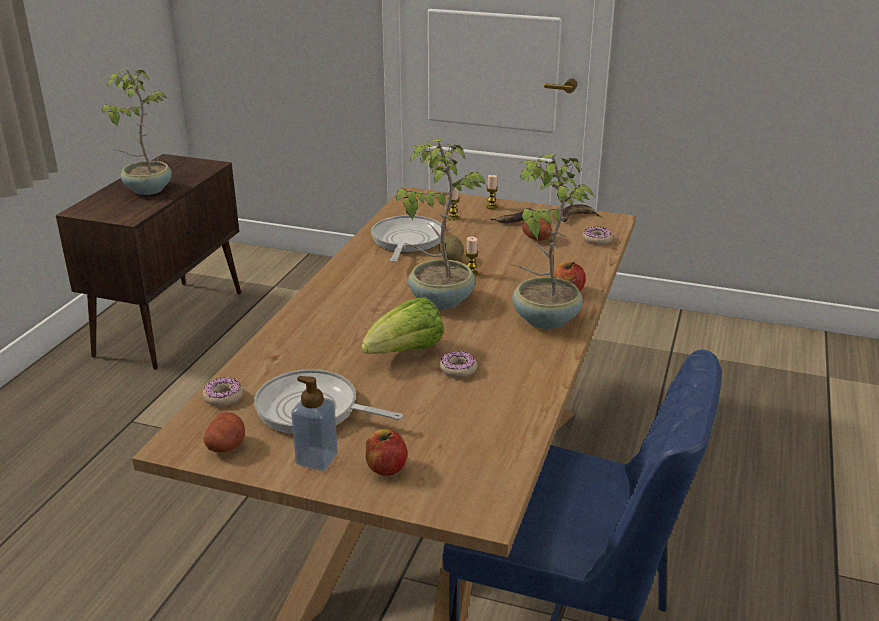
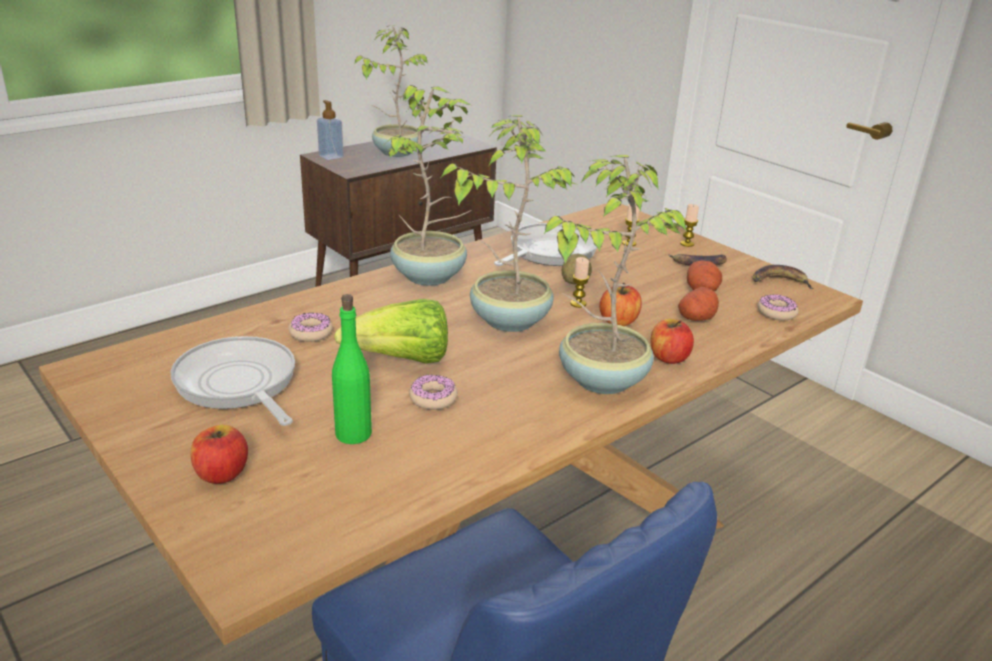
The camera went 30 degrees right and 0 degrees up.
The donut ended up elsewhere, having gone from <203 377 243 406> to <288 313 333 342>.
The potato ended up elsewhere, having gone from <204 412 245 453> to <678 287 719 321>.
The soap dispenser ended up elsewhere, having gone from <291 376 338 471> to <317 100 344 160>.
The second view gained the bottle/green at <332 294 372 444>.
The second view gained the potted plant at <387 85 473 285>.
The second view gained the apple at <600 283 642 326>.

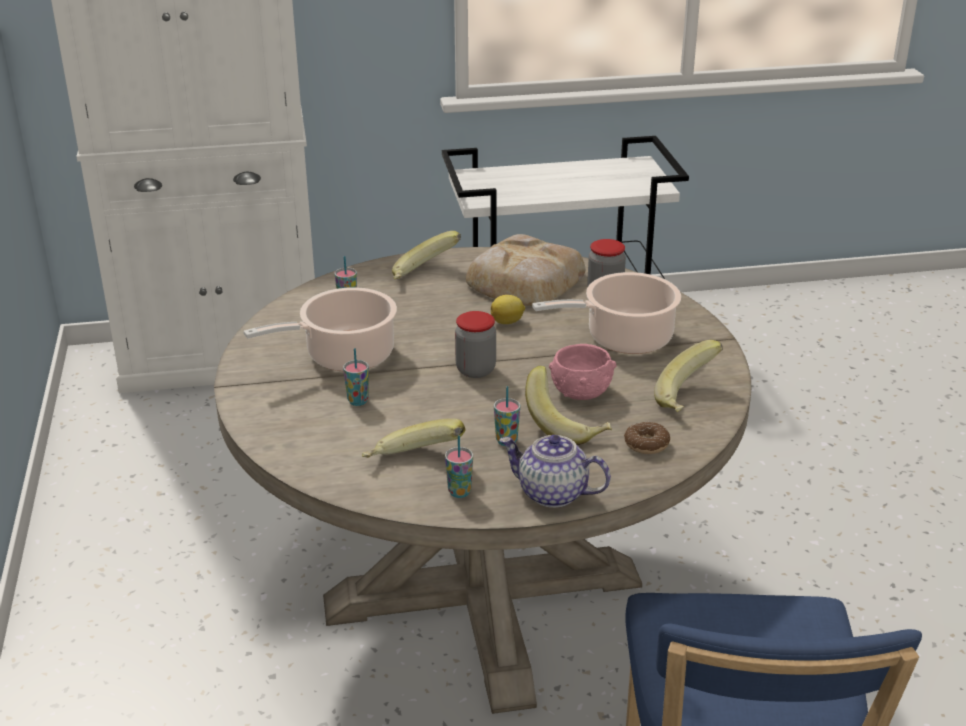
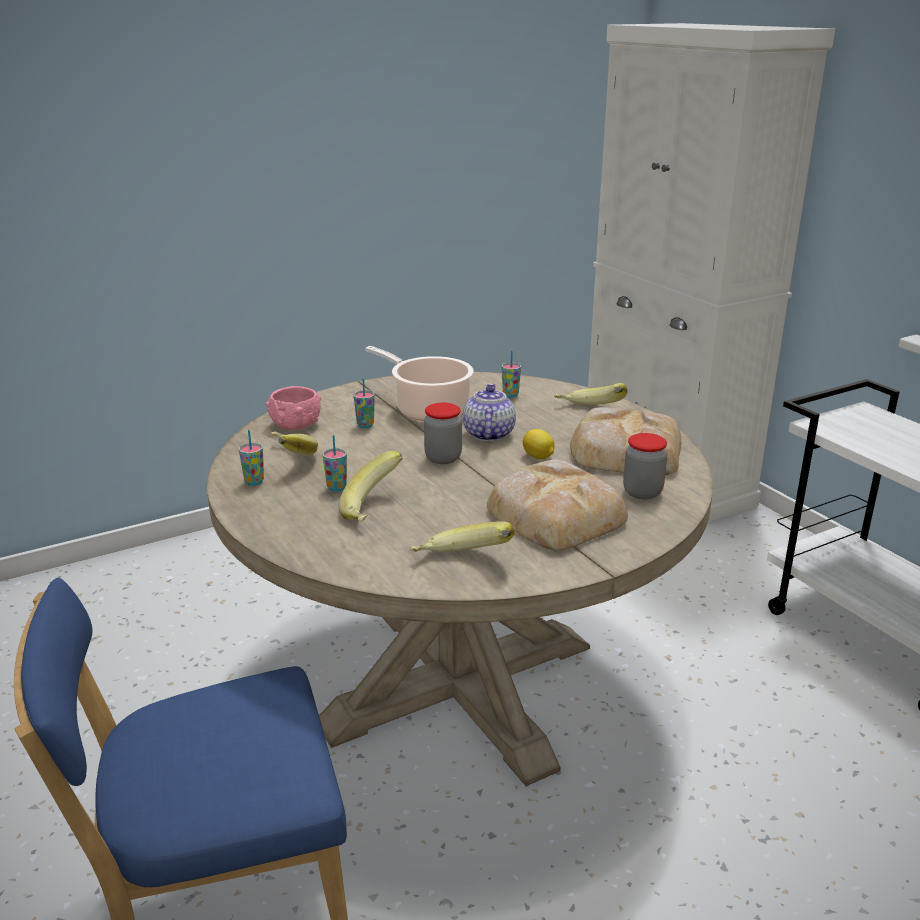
The camera went 70 degrees right and 5 degrees down.
The teapot ended up elsewhere, having gone from <500 435 611 508> to <463 383 516 442>.
Where the cooking pot stood at <532 272 681 354>, the bread came to stand at <487 459 628 551>.
The bowl/pink ended up elsewhere, having gone from <549 344 616 400> to <265 386 321 430>.
The second view lost the donut at <624 422 670 454>.

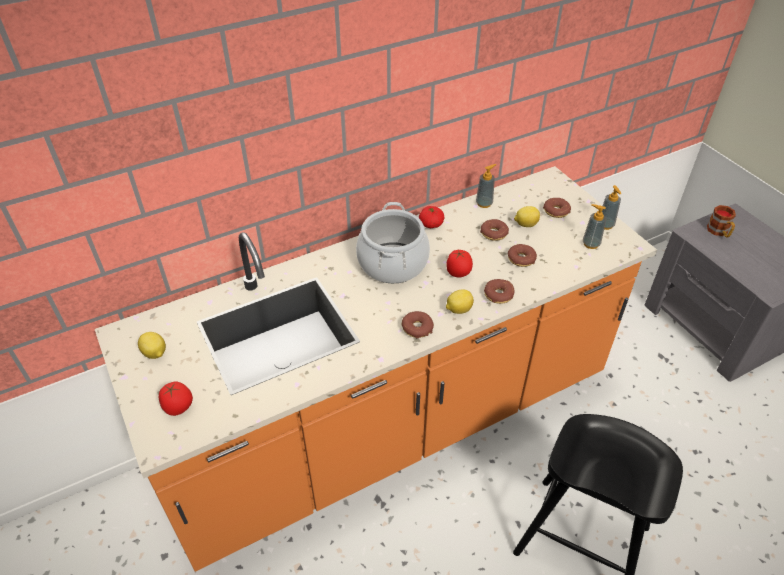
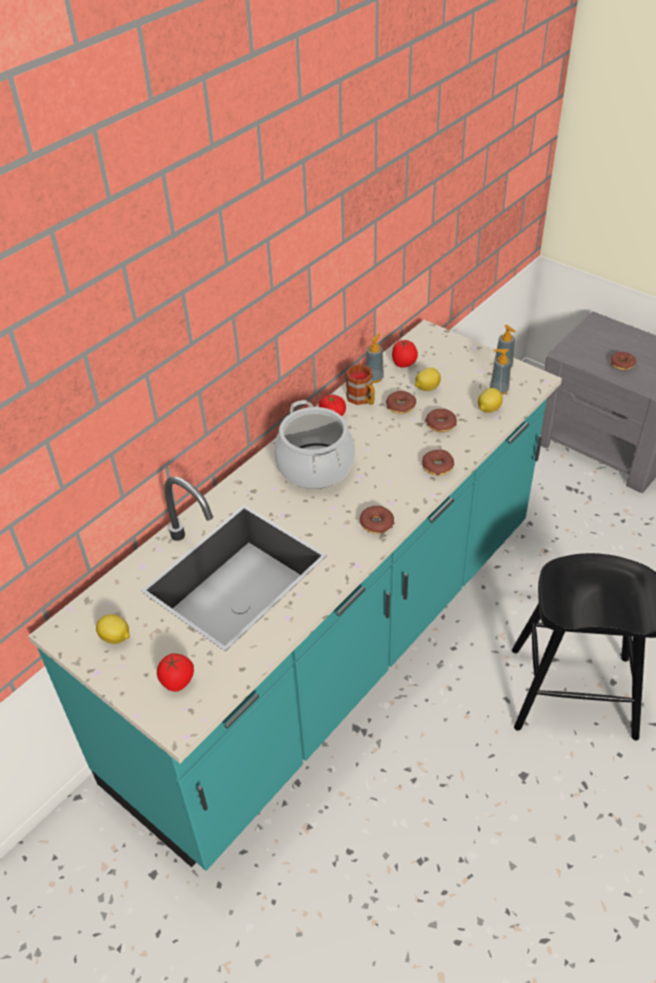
The camera went 20 degrees left and 0 degrees up.
What was the counter/orange at <95 166 657 572> turned into the counter/turquoise at <28 320 562 871>.
The tomato ended up elsewhere, having gone from <446 250 473 277> to <392 340 418 368>.
The lemon ended up elsewhere, having gone from <446 289 474 314> to <478 388 503 413>.
The donut ended up elsewhere, having gone from <543 198 571 218> to <610 352 636 370>.
The mug ended up elsewhere, having gone from <707 205 736 238> to <346 365 375 405>.

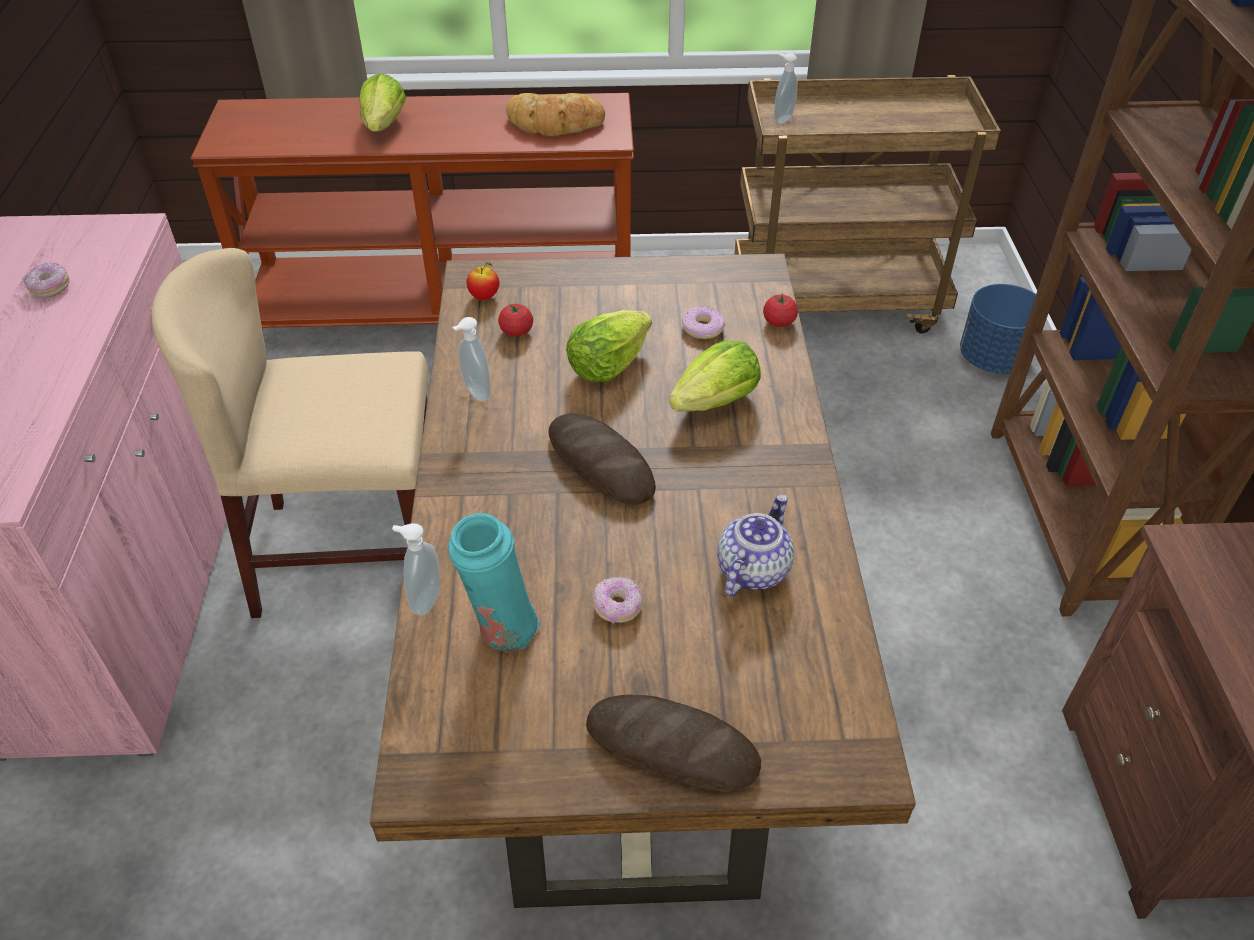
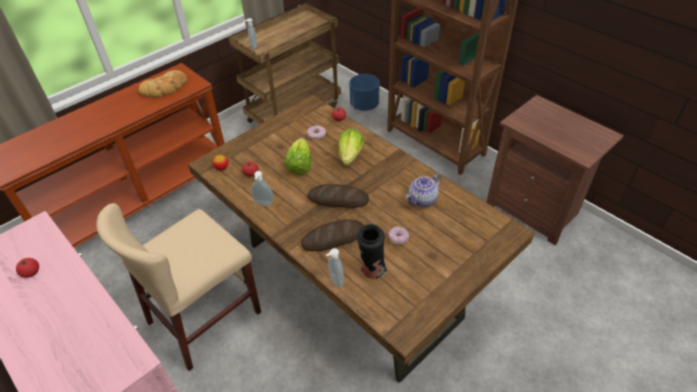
The camera went 40 degrees left and 0 degrees up.
Where the donut stood at <24 262 69 298>, the tomato came to stand at <16 258 39 278>.
The second view lost the lettuce at <359 73 406 132>.
What was the vase/turquoise at <448 513 541 652> turned into the vase/black at <357 224 387 279>.
The bread ended up elsewhere, having gone from <586 694 761 791> to <301 219 364 251>.
The teapot at <718 494 794 597> ended up facing another way, 120 degrees counterclockwise from before.

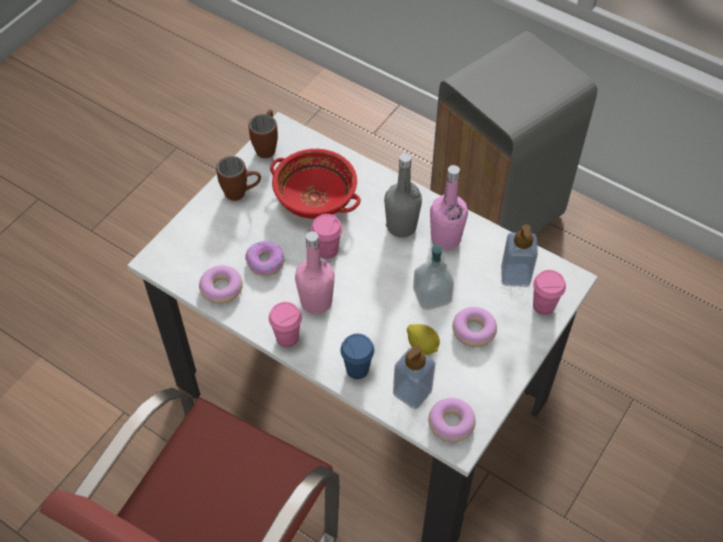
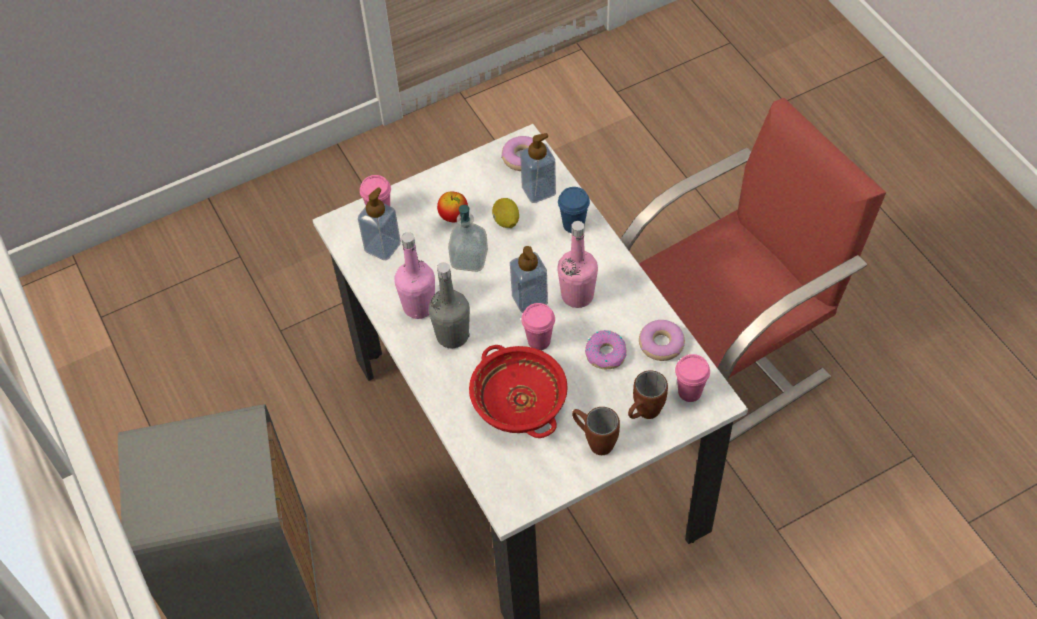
The camera went 150 degrees left and 0 degrees up.
The mug/brown ended up elsewhere, having gone from <249 110 278 158> to <628 370 668 419>.
The cup/pink ended up elsewhere, having gone from <269 302 302 347> to <675 354 710 402>.
Where the donut stood at <452 307 497 347>, the apple came to stand at <437 192 468 222>.
The second view gained the soap dispenser at <510 246 548 313>.

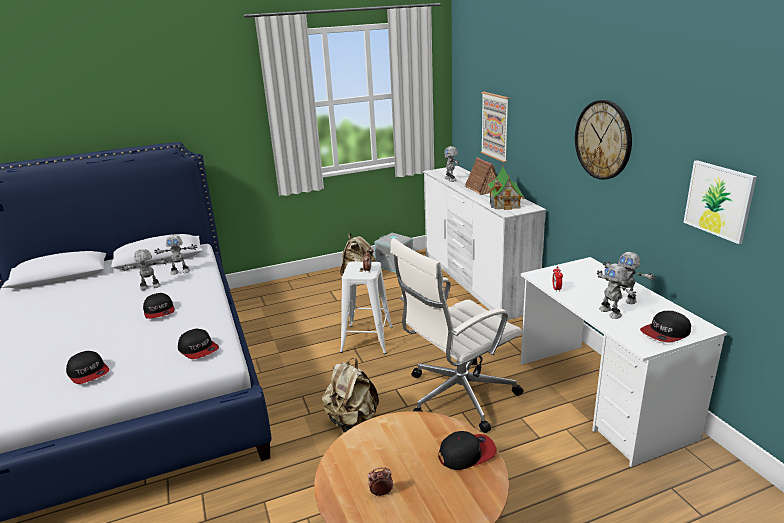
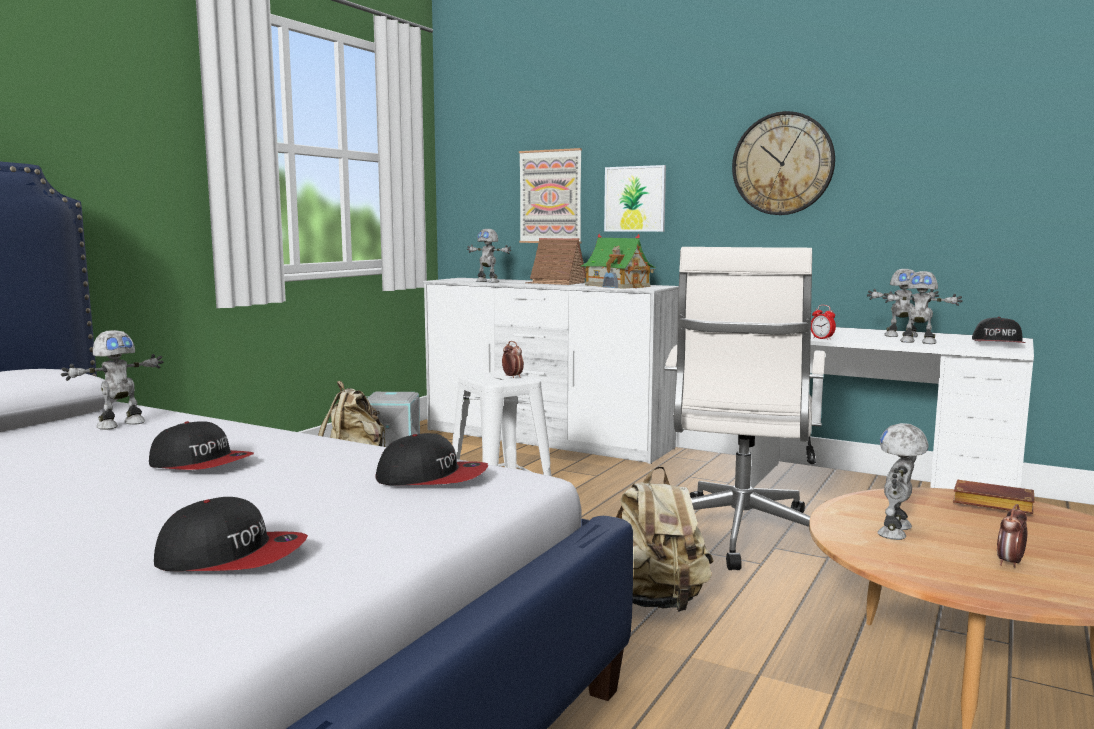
The camera went 40 degrees left and 15 degrees down.
The toy robot ended up elsewhere, having gone from <121 249 168 290> to <877 423 929 540>.
Where the cap stood at <438 431 497 470>, the book/brown came to stand at <953 480 1035 514>.
The picture ended up elsewhere, having gone from <683 160 757 244> to <604 165 666 232>.

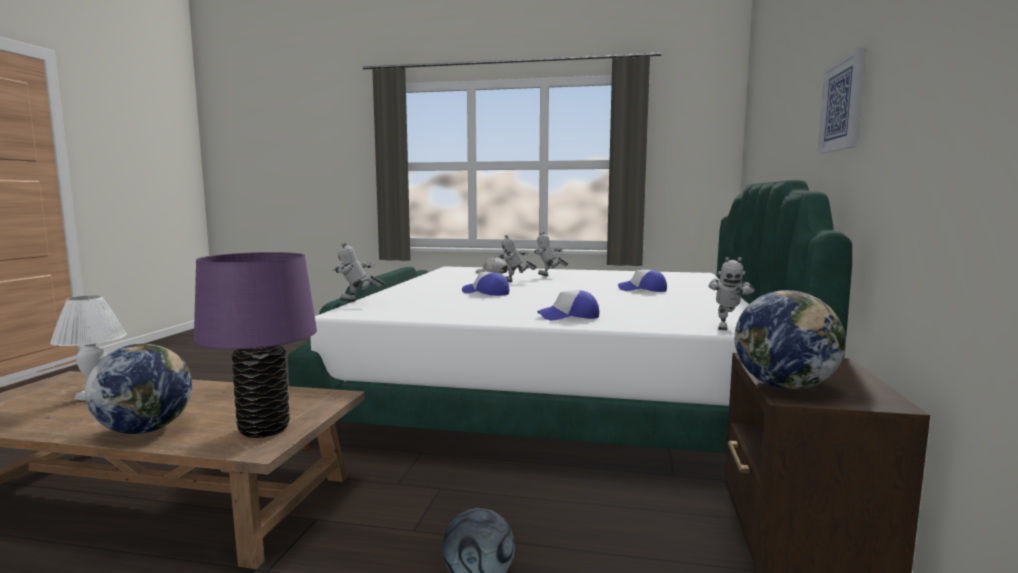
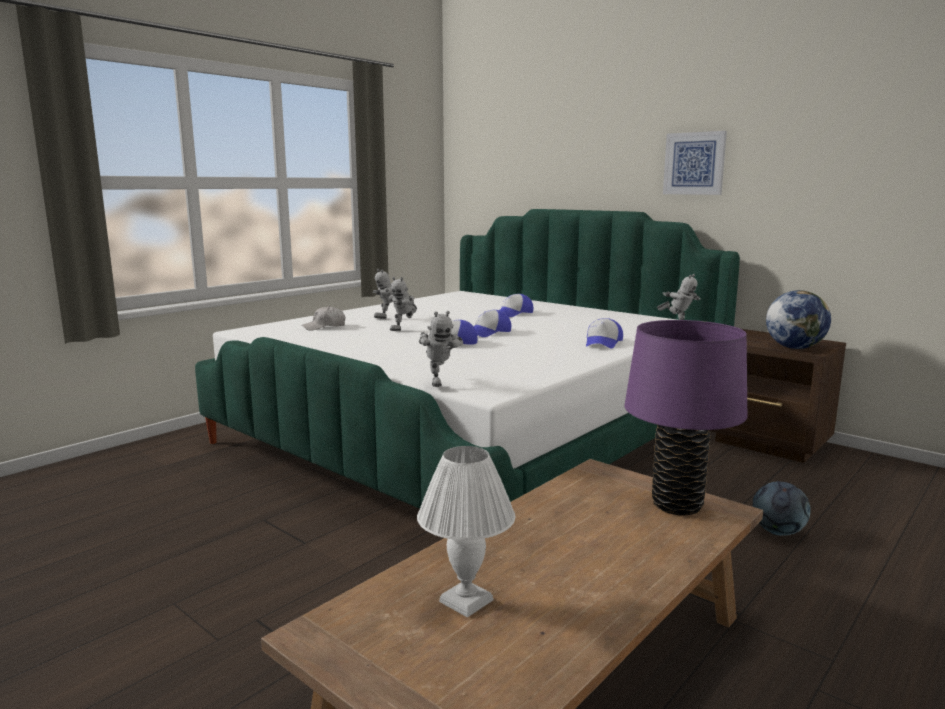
The camera went 60 degrees left and 5 degrees up.
The second view lost the globe at <85 344 192 434>.
The toy robot at <333 243 384 302> ended up facing another way, 45 degrees counterclockwise from before.
The second view gained the cap at <474 310 511 337>.

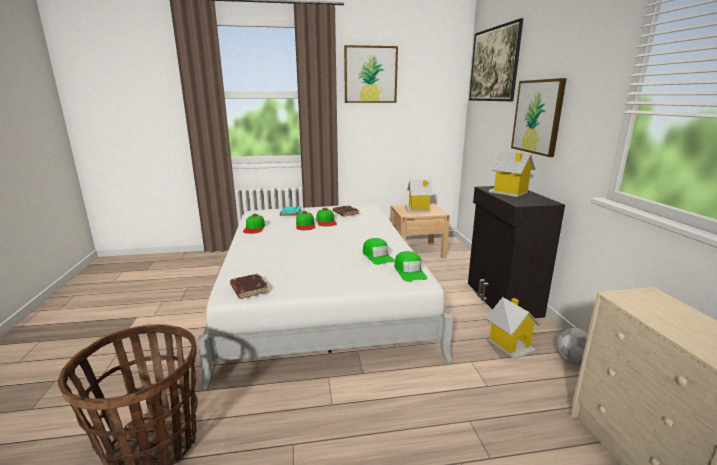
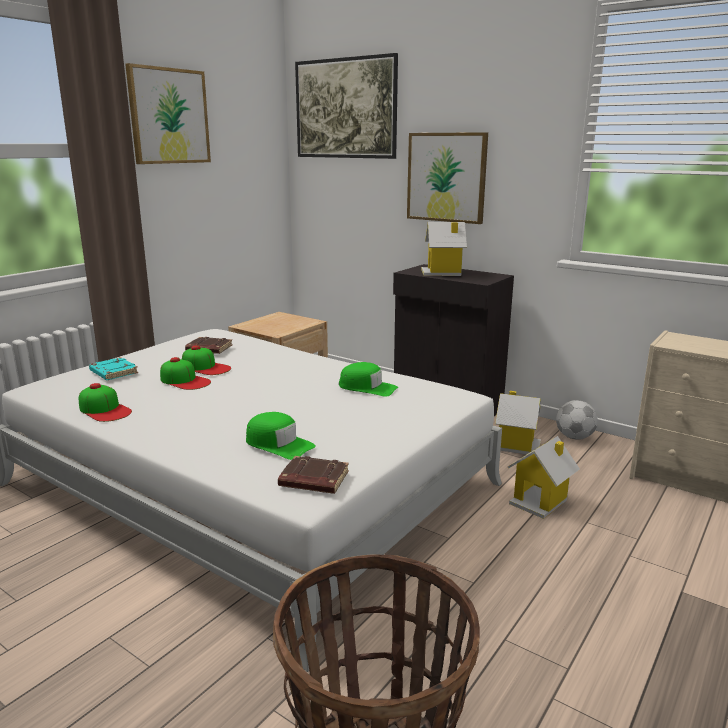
The camera went 45 degrees left and 0 degrees up.
The cap/green ended up elsewhere, having gone from <394 251 428 281> to <246 412 316 460>.
The toy house ended up elsewhere, having gone from <405 180 433 212> to <508 436 580 519>.

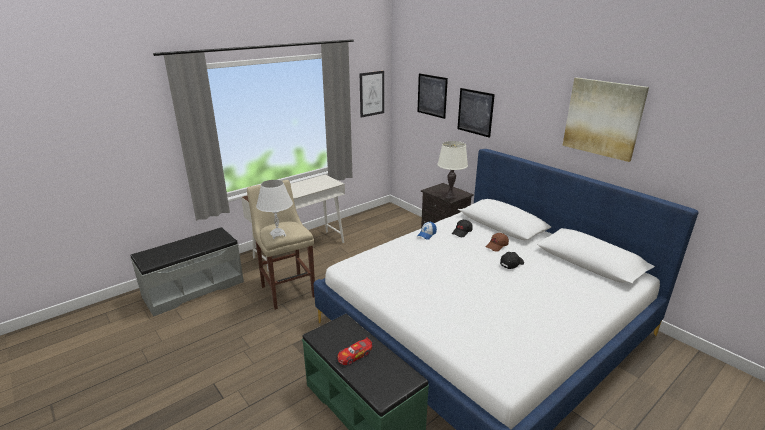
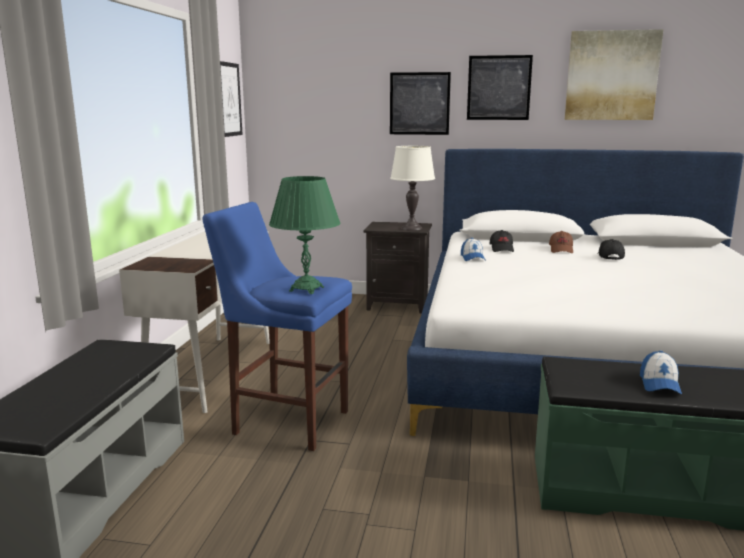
The camera went 40 degrees left and 10 degrees down.
What was the stool/beige at <247 180 315 310> turned into the stool/blue at <202 202 352 451>.
What was the table lamp/white at <256 180 293 239> turned into the table lamp/green at <269 176 341 294>.
Where the toy car stood at <338 337 372 365>, the cap came to stand at <640 351 682 394>.
The picture ended up elsewhere, having gone from <417 73 448 119> to <467 55 533 120>.

